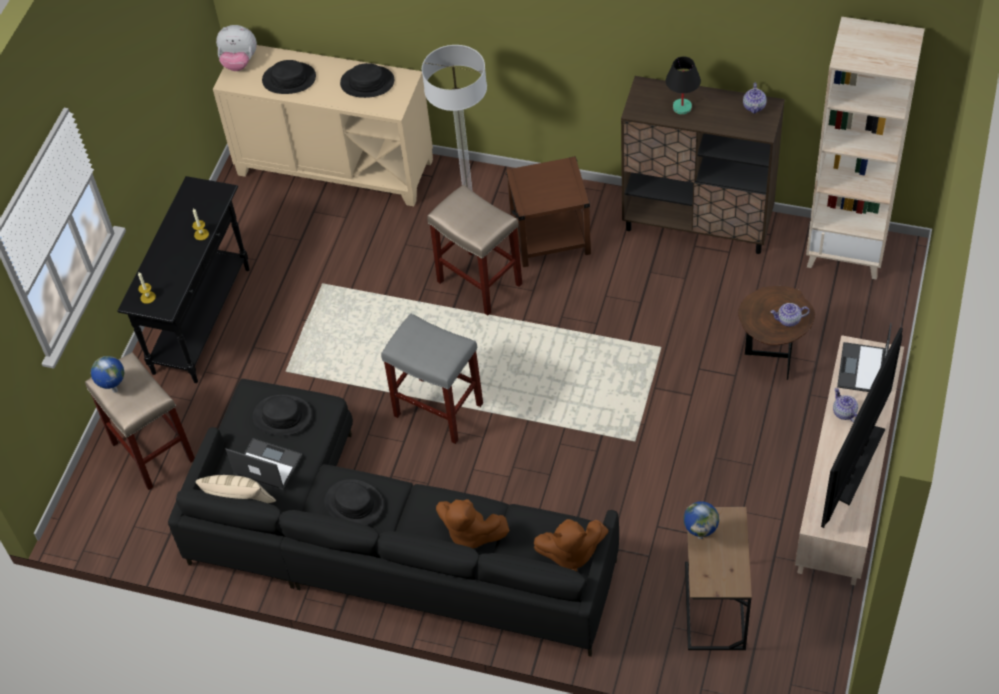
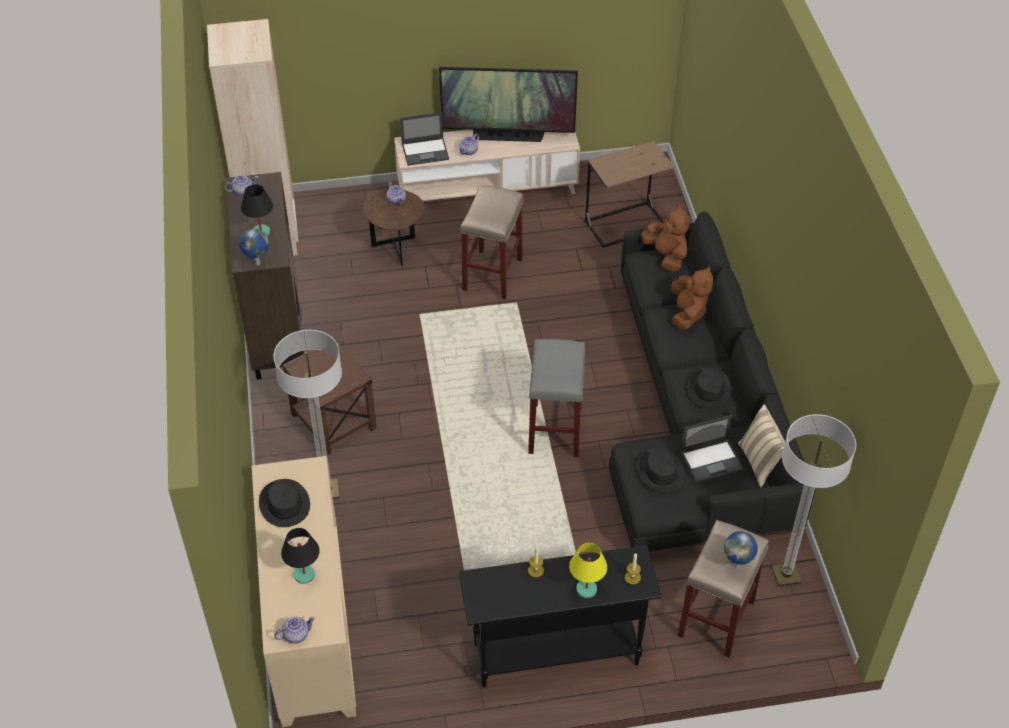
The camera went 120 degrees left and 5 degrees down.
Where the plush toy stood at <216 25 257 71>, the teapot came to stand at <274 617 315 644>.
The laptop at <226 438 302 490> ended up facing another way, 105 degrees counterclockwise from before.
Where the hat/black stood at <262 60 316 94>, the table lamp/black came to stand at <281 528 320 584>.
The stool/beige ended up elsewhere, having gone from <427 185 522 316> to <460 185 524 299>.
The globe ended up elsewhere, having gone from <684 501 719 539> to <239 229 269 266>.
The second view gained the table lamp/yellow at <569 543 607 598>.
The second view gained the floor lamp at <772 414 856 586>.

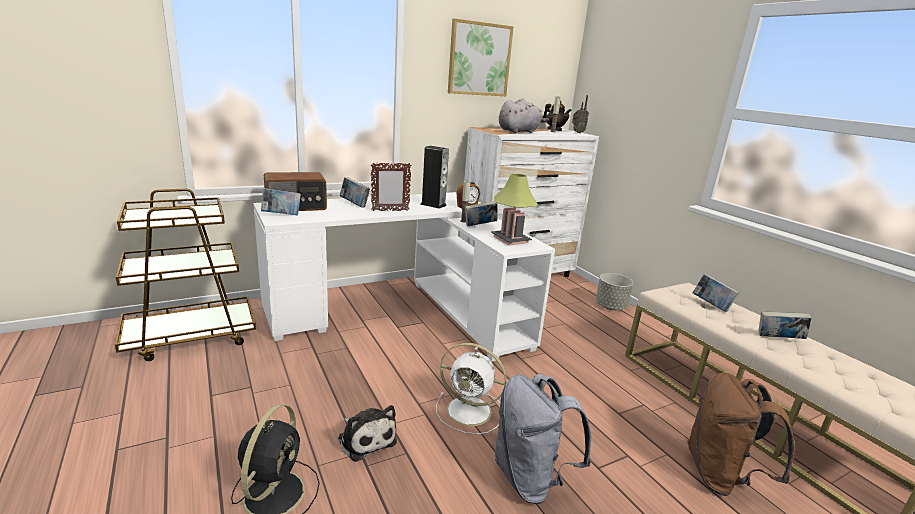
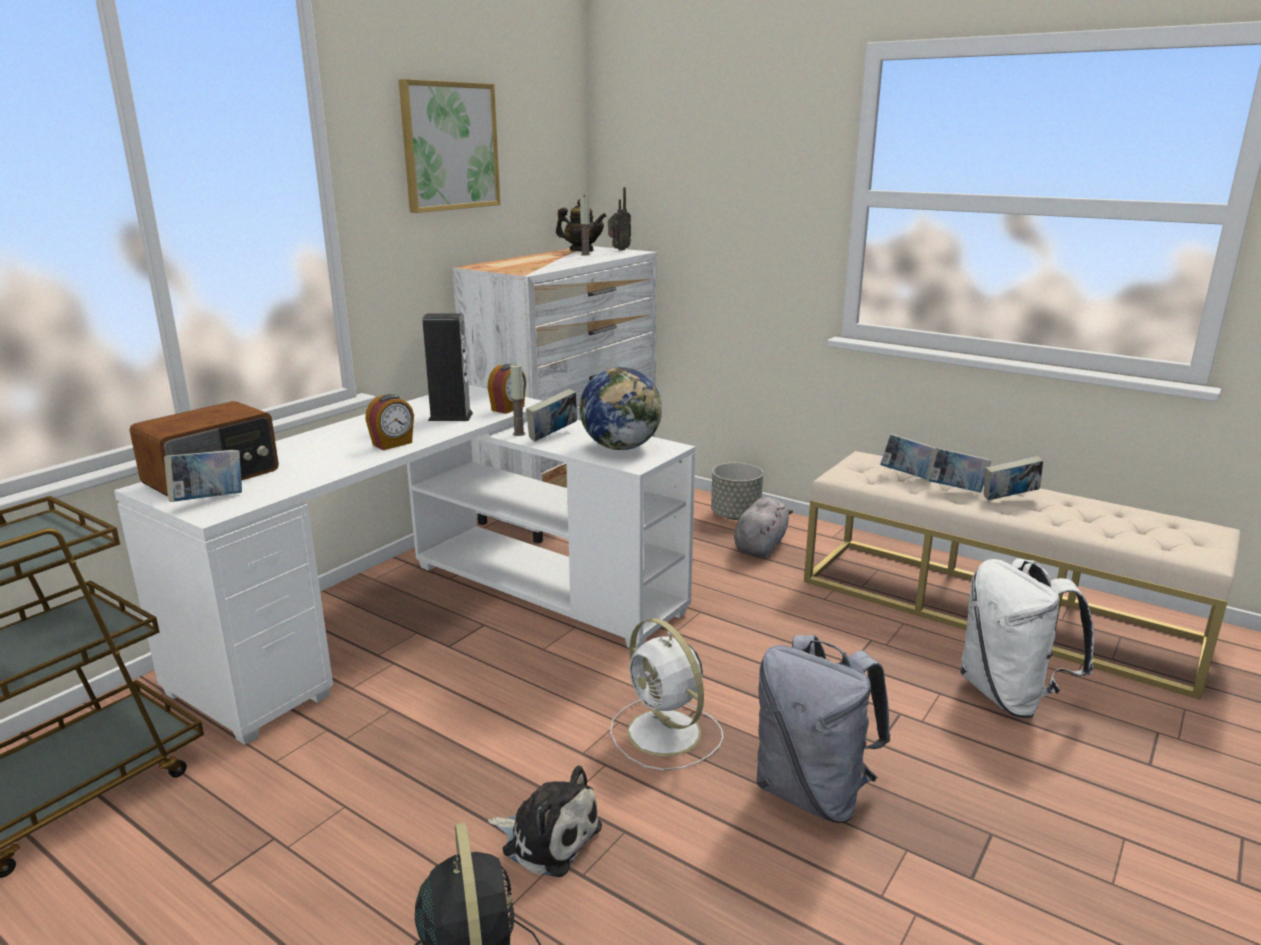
The camera went 25 degrees left and 0 degrees up.
The book ended up elsewhere, having gone from <339 177 370 207> to <927 447 991 493>.
Where the picture frame stood at <371 163 412 211>, the alarm clock came to stand at <365 394 414 450>.
The fan/white at <436 343 507 435> ended up facing another way, 60 degrees clockwise from before.
Where the table lamp stood at <491 173 538 246>, the globe came to stand at <580 367 662 450>.
The plush toy/grey ended up elsewhere, having gone from <499 98 549 133> to <734 497 793 558>.
What was the backpack/brown at <687 373 796 496> turned into the backpack/white at <960 558 1094 718>.

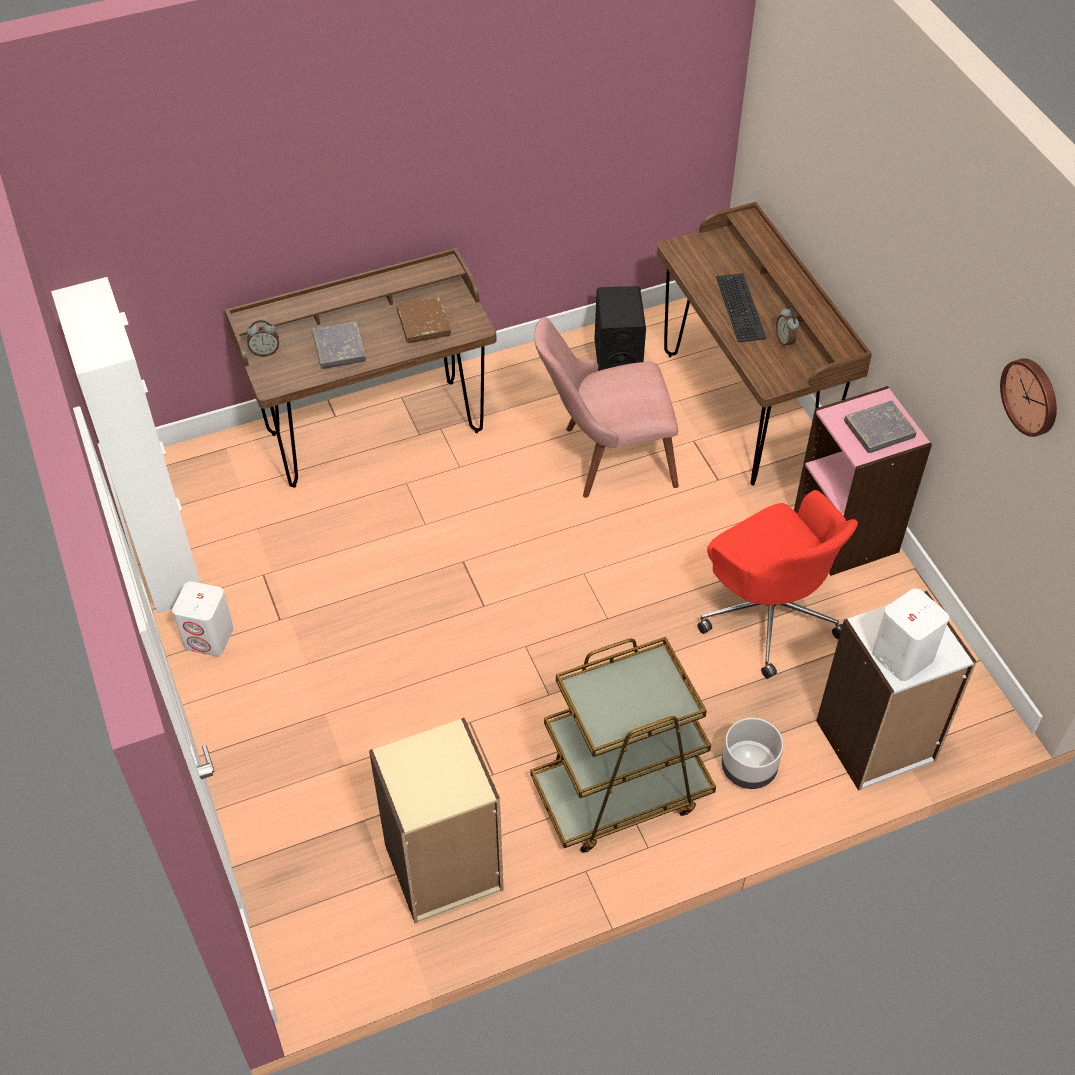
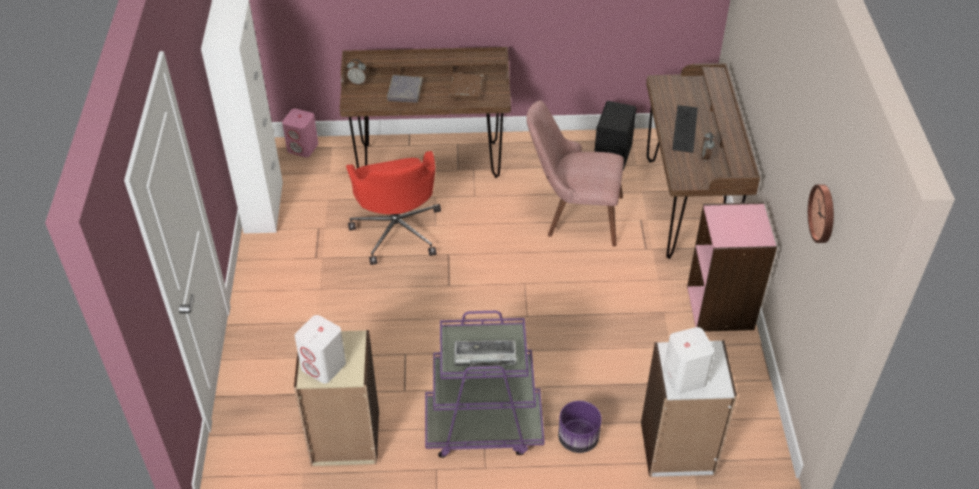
The camera went 20 degrees right and 5 degrees down.
The speaker/white ended up elsewhere, having gone from <172 581 234 656> to <295 315 346 384>.
What was the cart/brown at <531 637 716 853> turned into the cart/purple at <425 311 545 458>.
The office chair/red ended up elsewhere, having gone from <697 490 858 679> to <346 151 441 265>.
What was the planter/grey at <722 718 783 789> turned into the planter/purple at <558 401 602 453>.
The second view lost the book/grey at <844 401 917 453>.
The second view gained the speaker/pink at <282 109 318 157>.
The second view gained the keyboard at <454 340 517 366>.

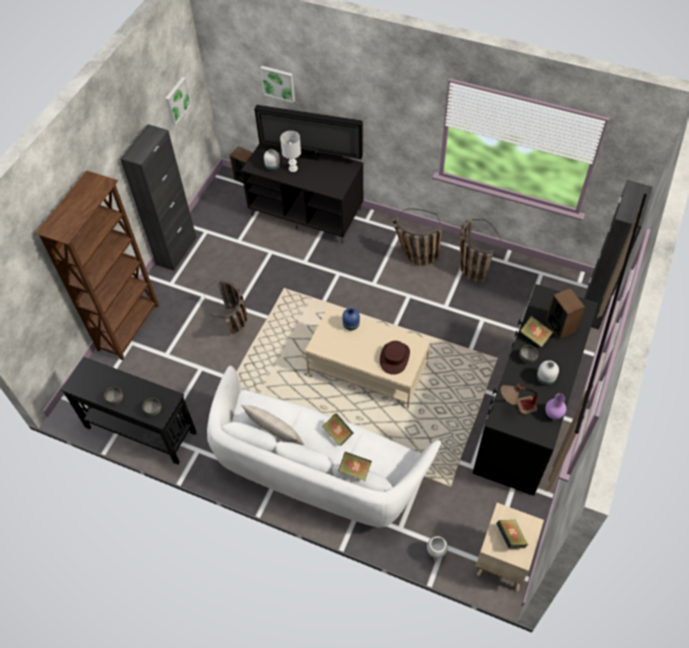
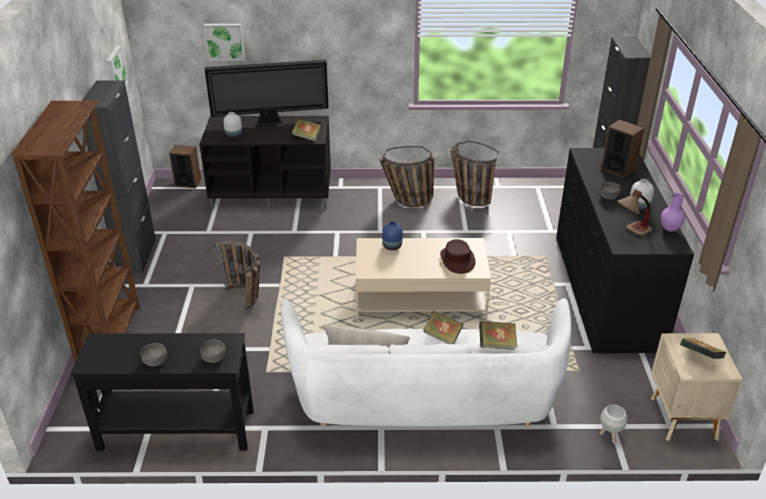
The camera went 25 degrees left and 20 degrees down.
The second view lost the table lamp/white at <280 131 301 172>.
The book ended up elsewhere, having gone from <520 316 553 347> to <292 118 322 142>.

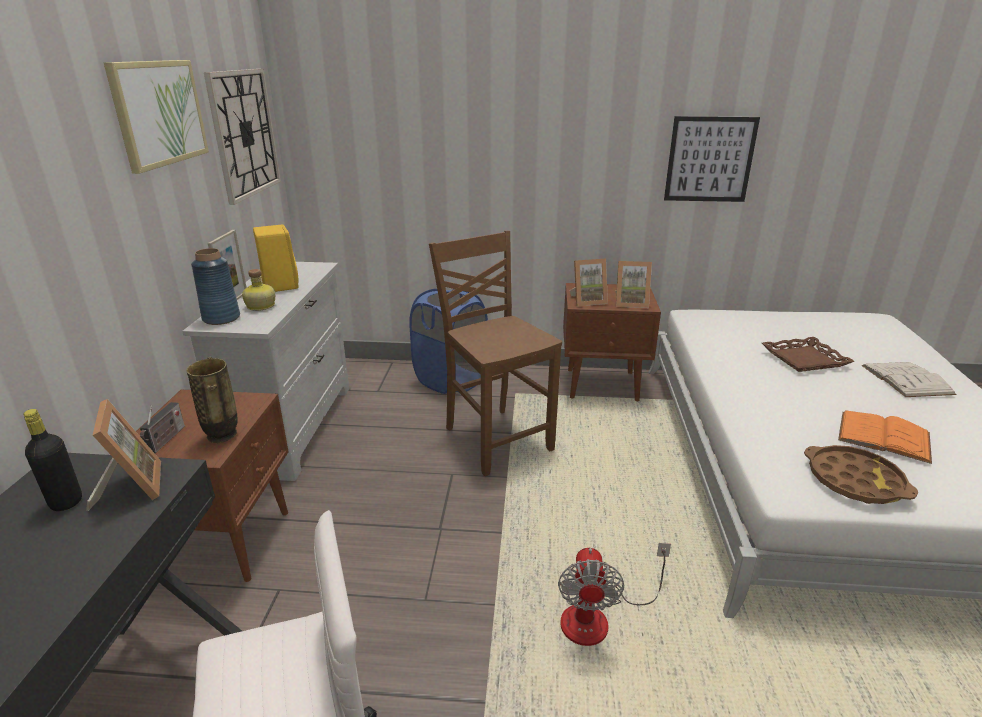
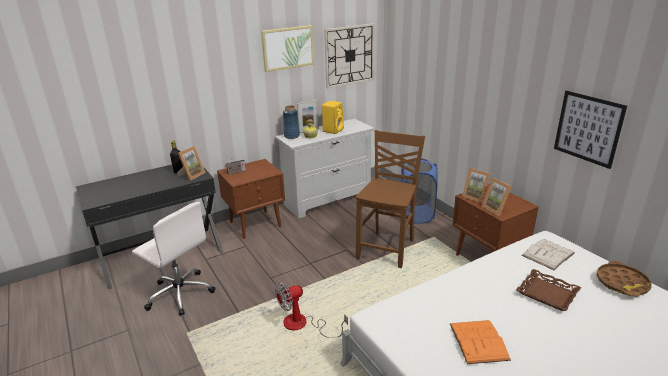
The camera went 55 degrees right and 0 degrees up.
The second view lost the vase at <186 357 237 443>.
The tray/brown ended up elsewhere, having gone from <804 445 918 504> to <597 261 652 297>.
The book/white ended up elsewhere, having gone from <861 362 957 397> to <522 239 575 270>.

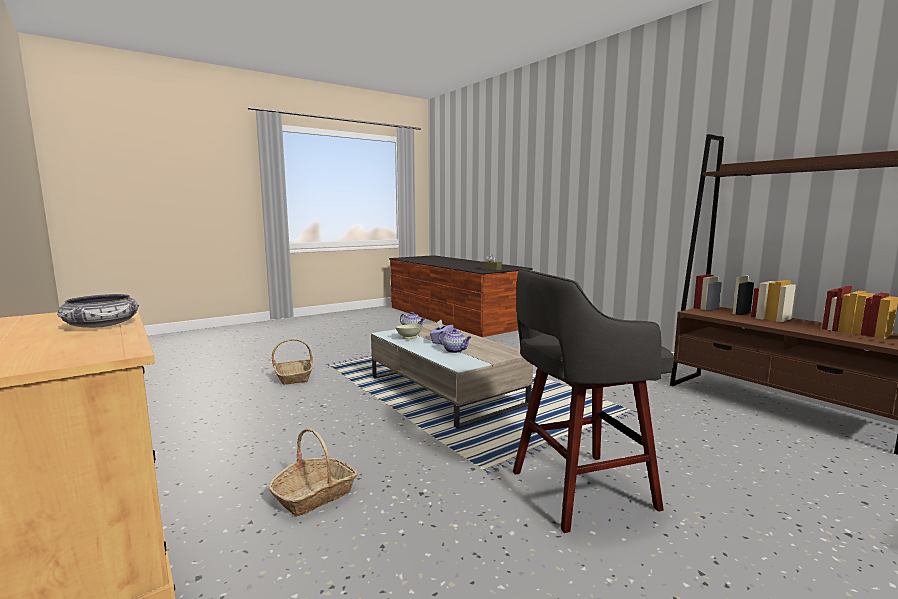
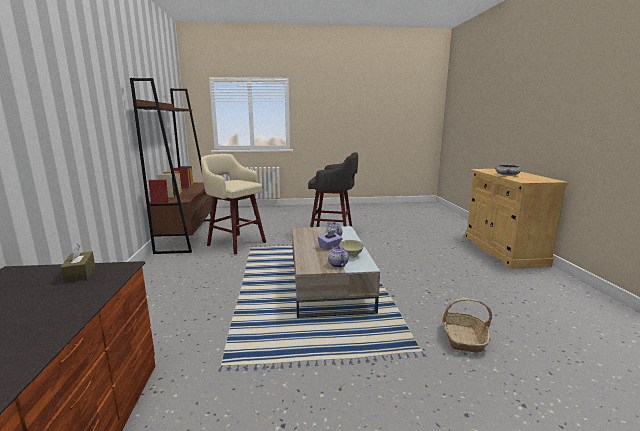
The camera went 150 degrees left and 5 degrees up.
The second view lost the basket at <269 428 358 517>.
The second view gained the stool/beige at <201 154 266 255>.

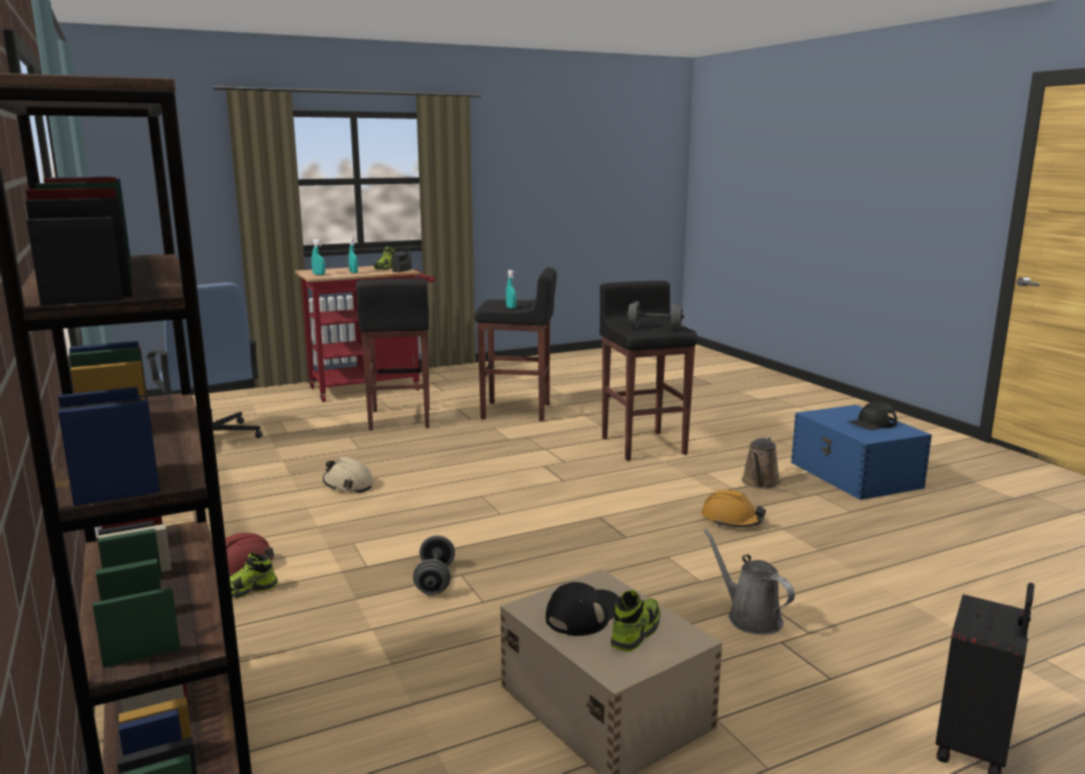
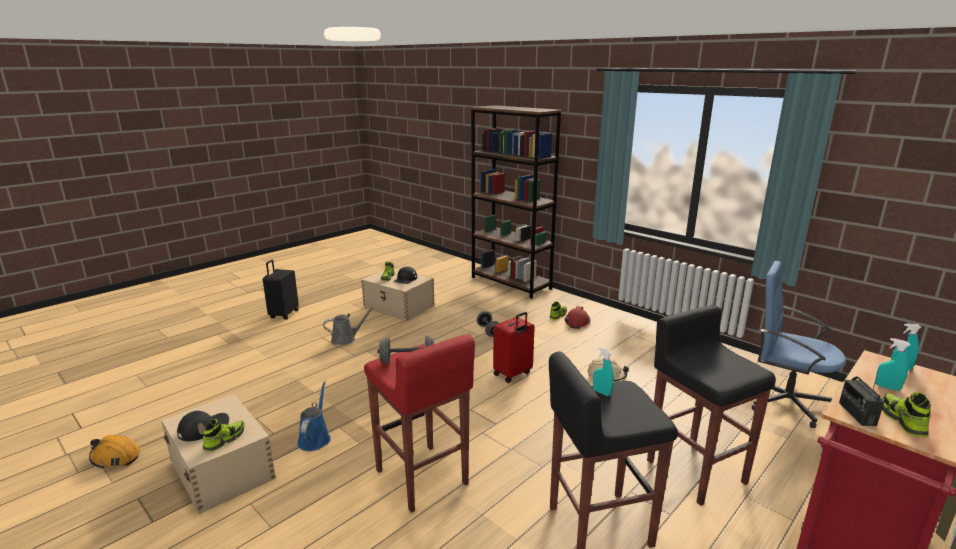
The camera went 160 degrees right and 5 degrees up.
What was the stool/black at <600 281 698 461> turned into the stool/red at <364 335 475 513>.
The hard hat/orange ended up elsewhere, having gone from <702 490 766 527> to <89 435 140 469>.
The watering can/grey at <703 528 795 635> ended up facing another way, 60 degrees counterclockwise from before.
What was the watering can/brown at <741 437 781 489> turned into the watering can/blue at <297 381 331 451>.
What was the storage box/blue at <791 405 932 500> turned into the storage box/beige at <161 394 276 514>.
The second view gained the shoe at <203 419 245 452>.
The second view gained the suitcase/red at <493 312 535 383>.

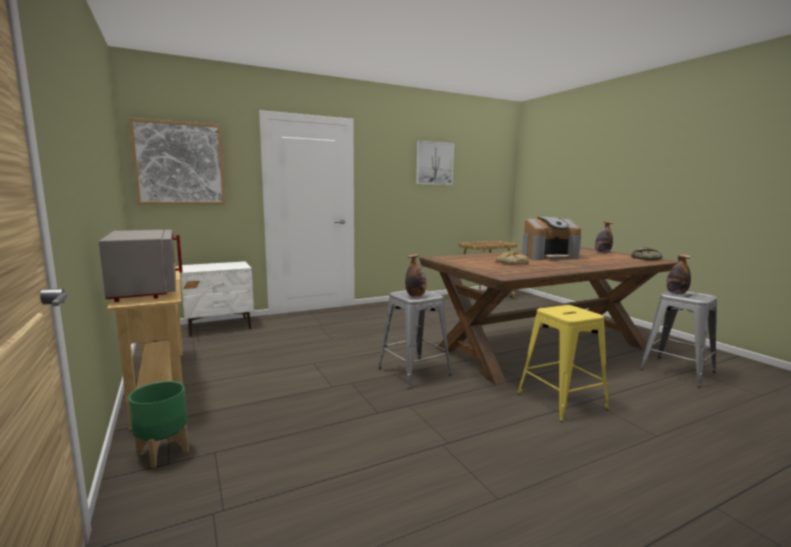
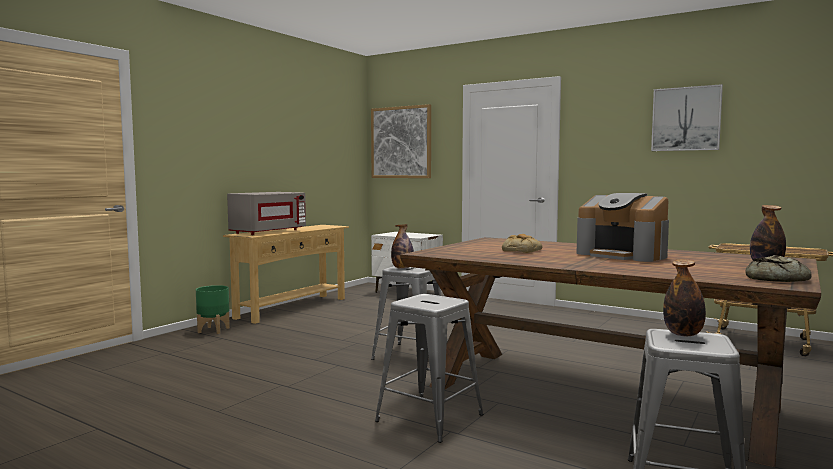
The camera went 60 degrees right and 5 degrees down.
What was the stool/yellow at <518 305 609 422> turned into the stool/grey at <375 294 483 443>.

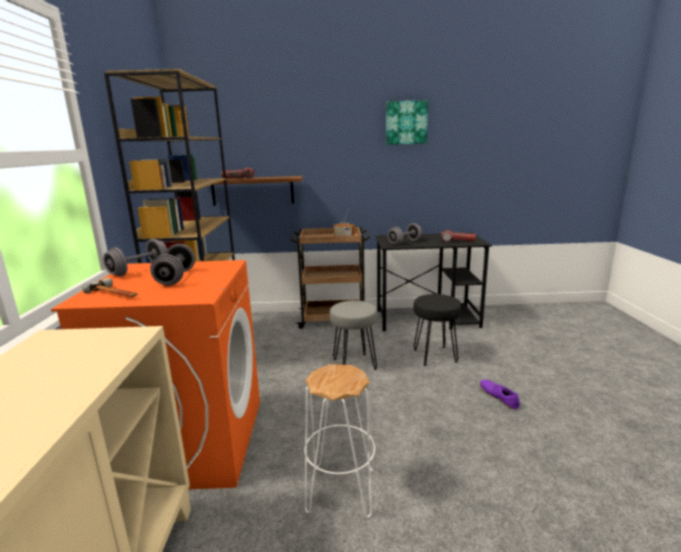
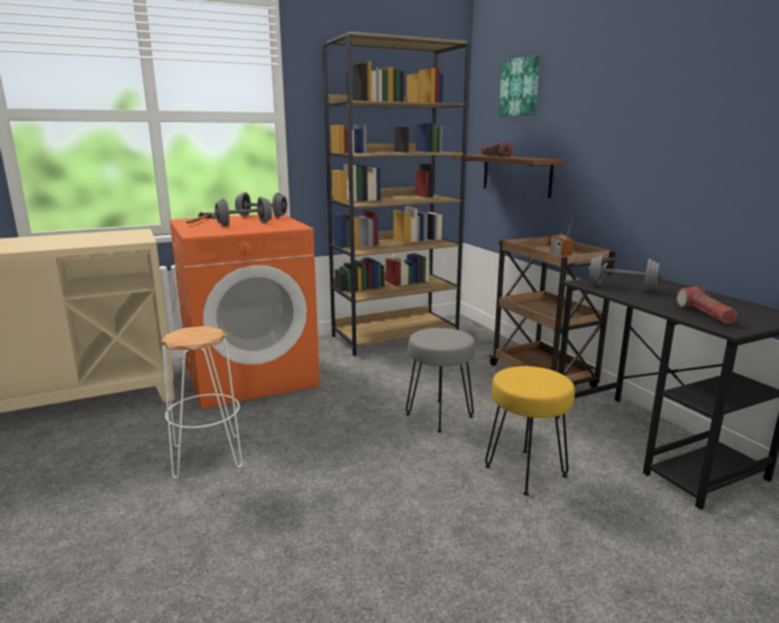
The camera went 65 degrees right and 0 degrees up.
The picture ended up elsewhere, having gone from <386 100 428 145> to <499 55 540 116>.
What was the stool/black at <414 294 462 366> turned into the stool/yellow at <485 366 575 496>.
The second view lost the shoe/purple at <480 380 520 409>.

